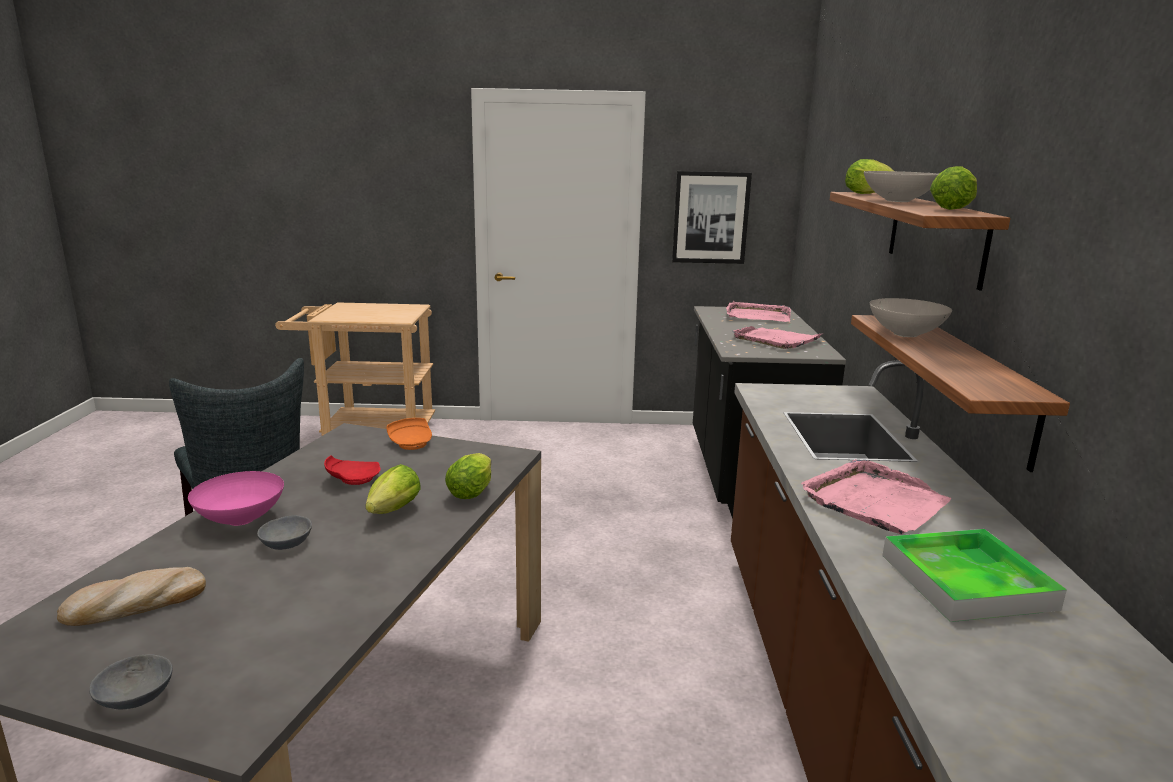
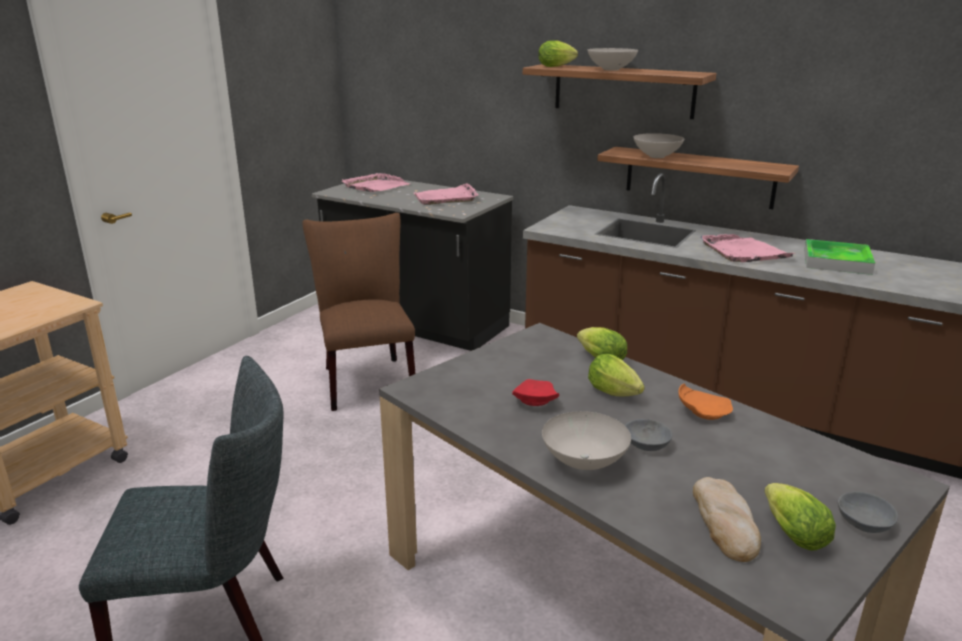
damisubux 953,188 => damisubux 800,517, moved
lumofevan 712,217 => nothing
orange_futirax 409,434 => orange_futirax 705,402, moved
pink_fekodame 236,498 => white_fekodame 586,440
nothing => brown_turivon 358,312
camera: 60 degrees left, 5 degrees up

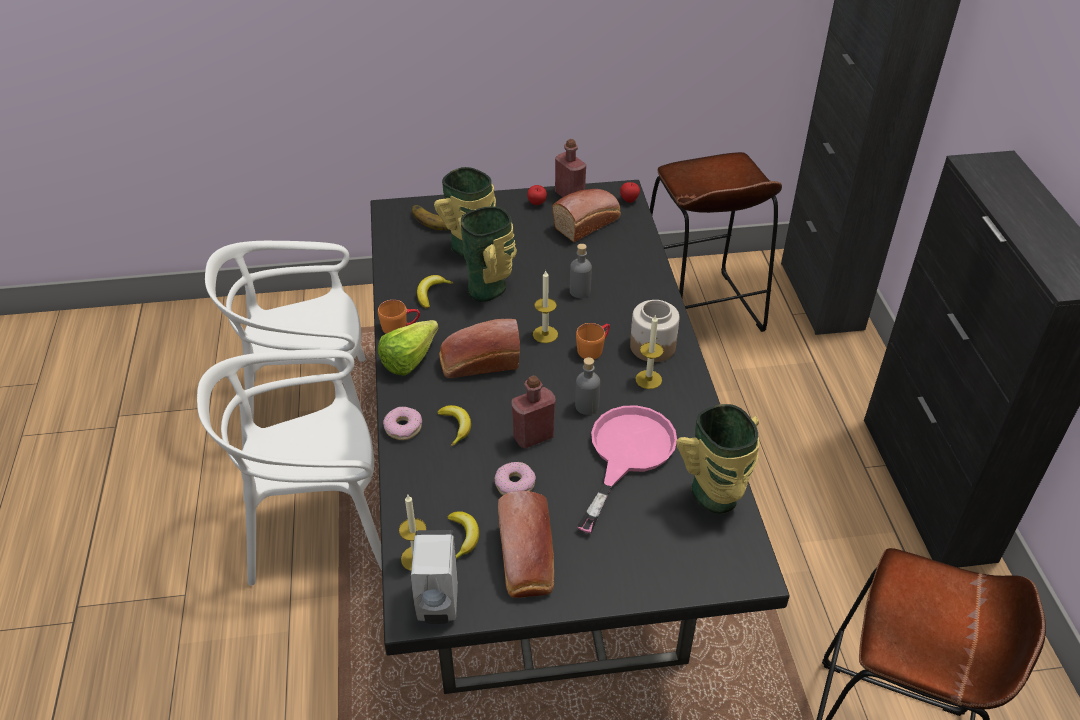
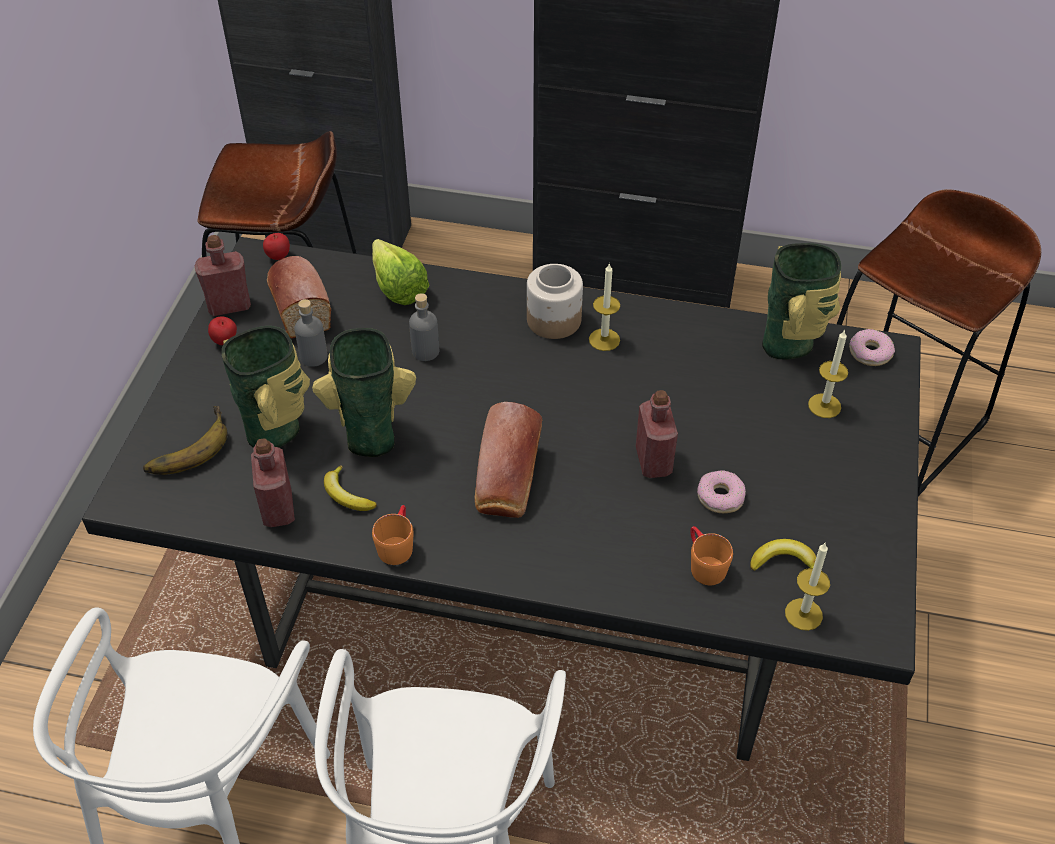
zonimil 545,307 => zonimil 828,373, moved
damisubux 408,348 => damisubux 400,272, moved
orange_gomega 593,341 => orange_gomega 711,555, moved
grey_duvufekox 587,386 => grey_duvufekox 311,333, moved
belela 454,425 => nothing
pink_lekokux 627,469 => nothing
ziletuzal 402,423 => ziletuzal 872,347, moved
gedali 526,544 => nothing
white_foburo 434,577 => nothing
nothing => red_duvufekox 273,482
camera: 70 degrees left, 5 degrees up

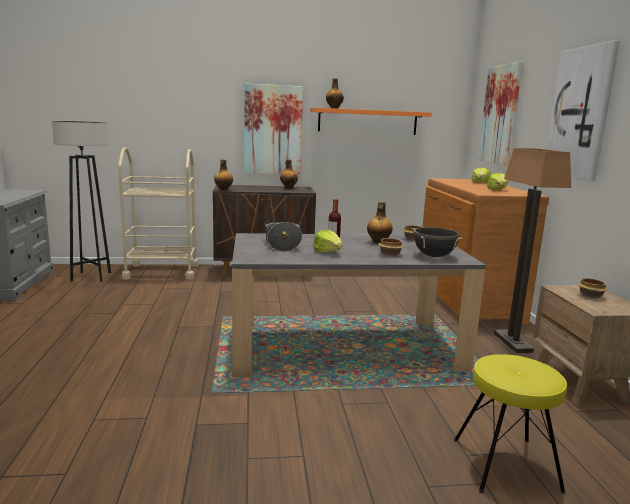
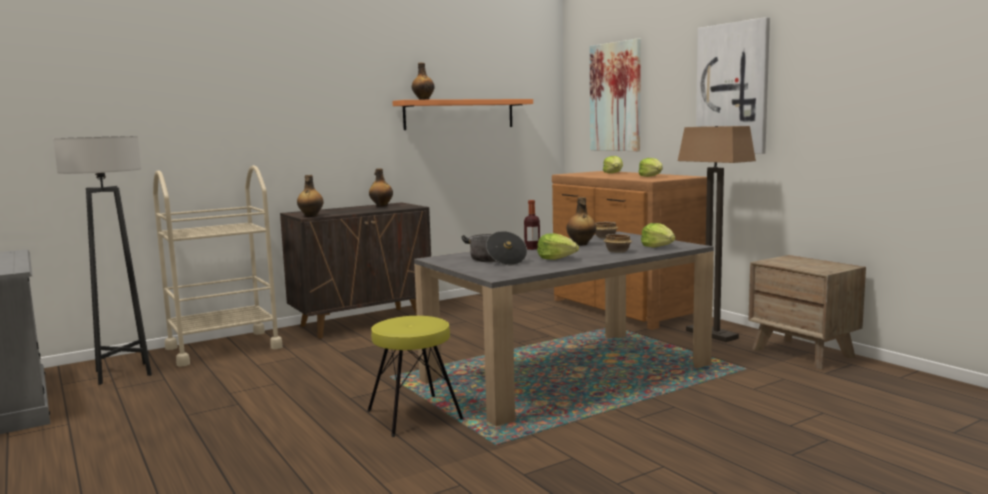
lumofevan 273,129 => nothing
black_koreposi 437,242 => damisubux 658,235
fekodame 593,288 => nothing
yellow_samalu 510,424 => yellow_samalu 415,376, moved
camera: 25 degrees left, 5 degrees down

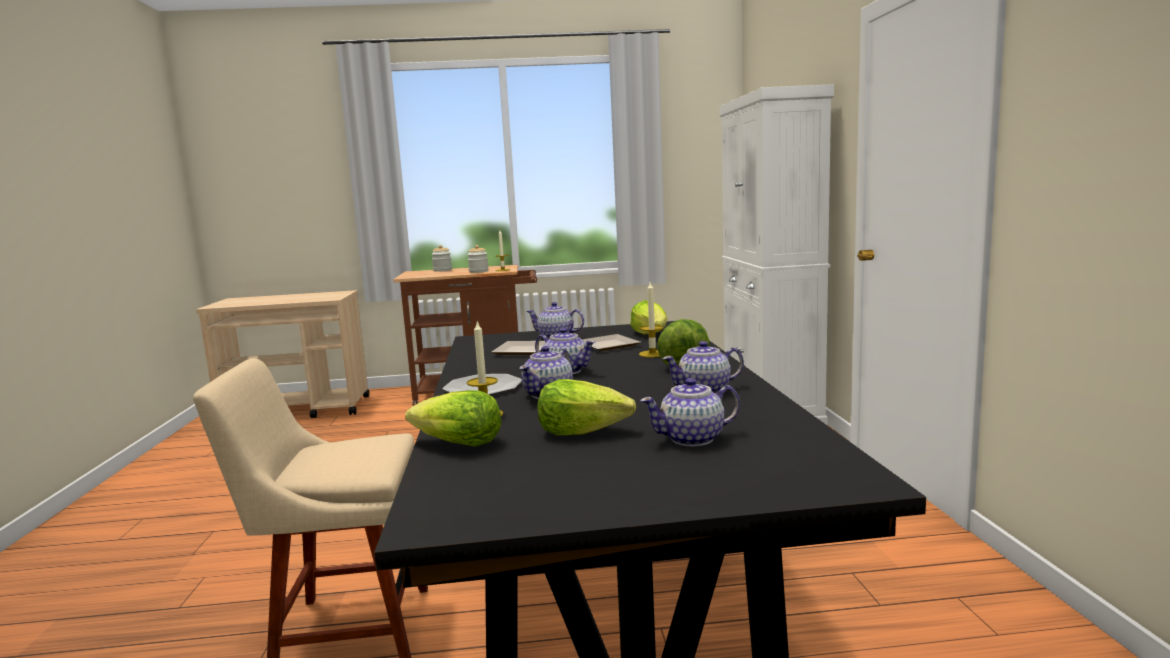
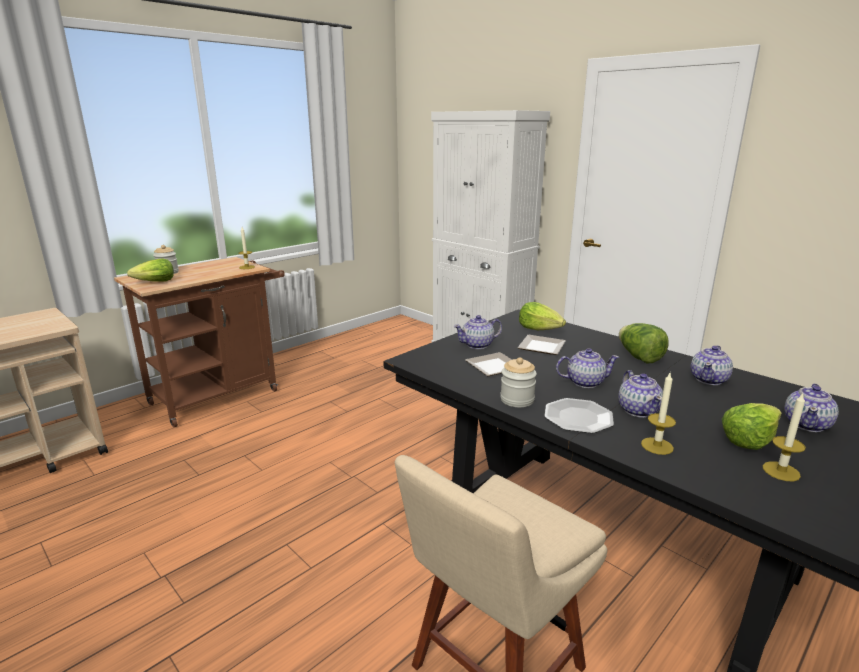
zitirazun 478,259 => zitirazun 518,382, moved
zonimil 651,319 => zonimil 784,437, moved
damisubux 453,418 => damisubux 150,270, moved
camera: 40 degrees left, 10 degrees up

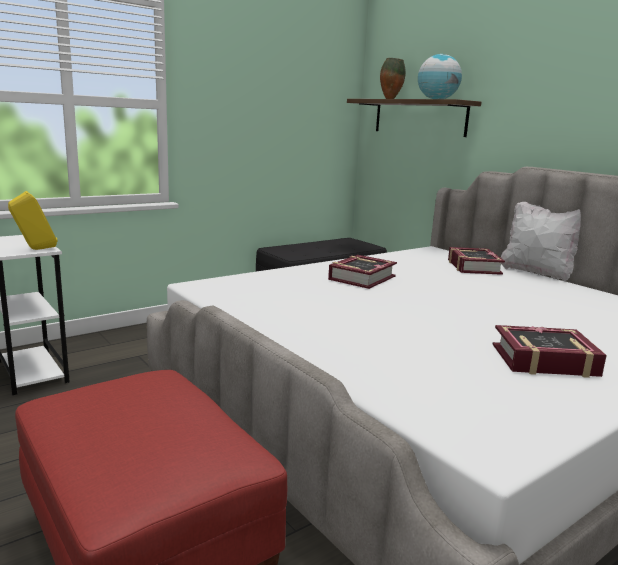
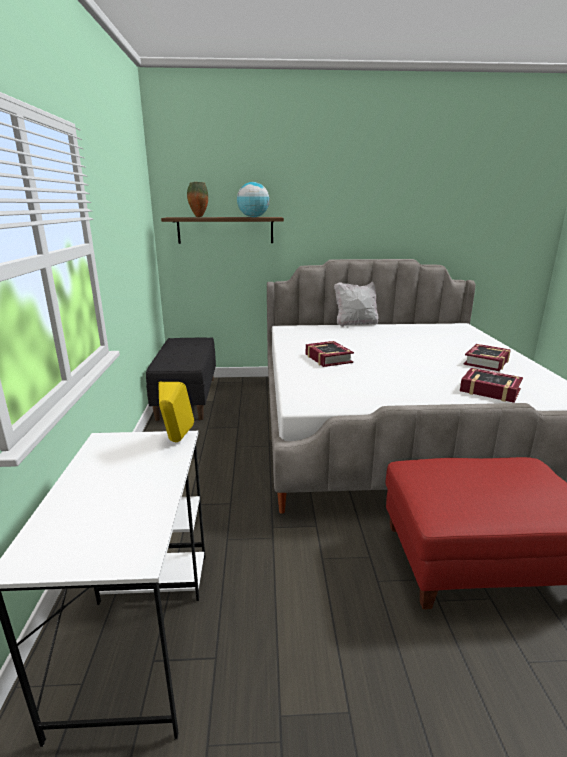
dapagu 476,261 => dapagu 491,385, moved
camera: 55 degrees left, 5 degrees up

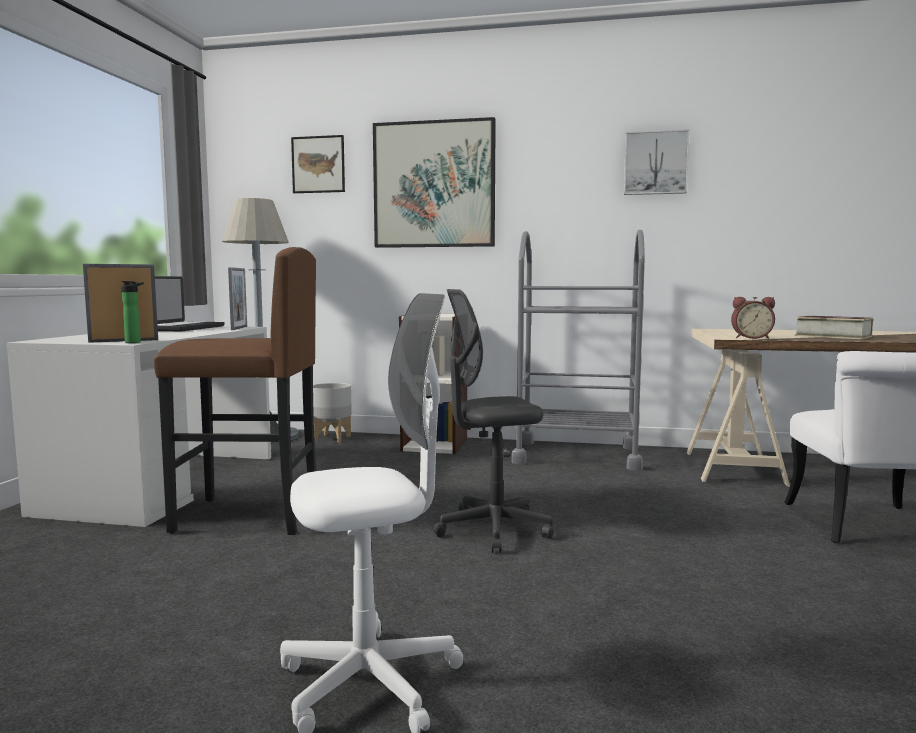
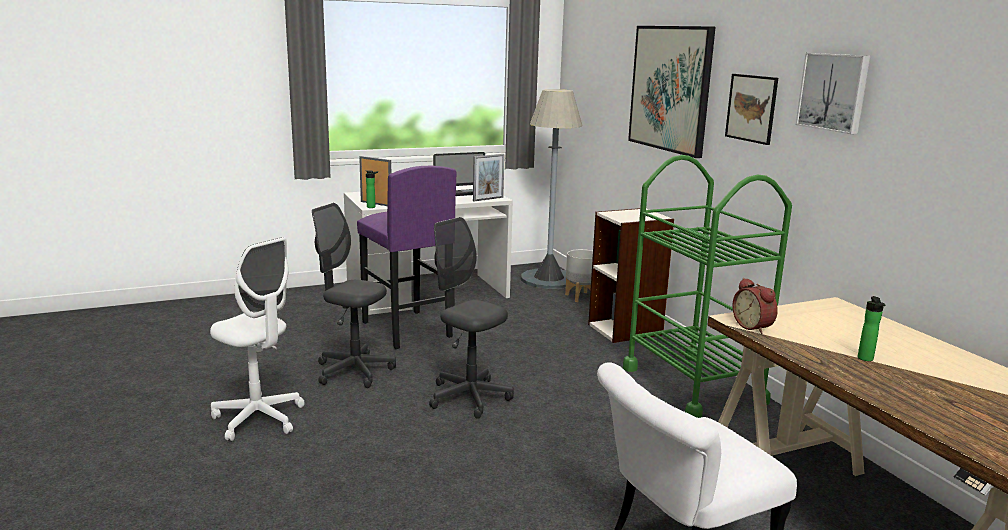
lumofevan 318,164 => lumofevan 751,109, moved
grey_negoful 578,350 => green_negoful 707,286
brown_samalu 235,391 => purple_samalu 406,257
dapagu 833,327 => duvufekox 871,328
nothing => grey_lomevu 354,295
camera: 55 degrees right, 10 degrees up

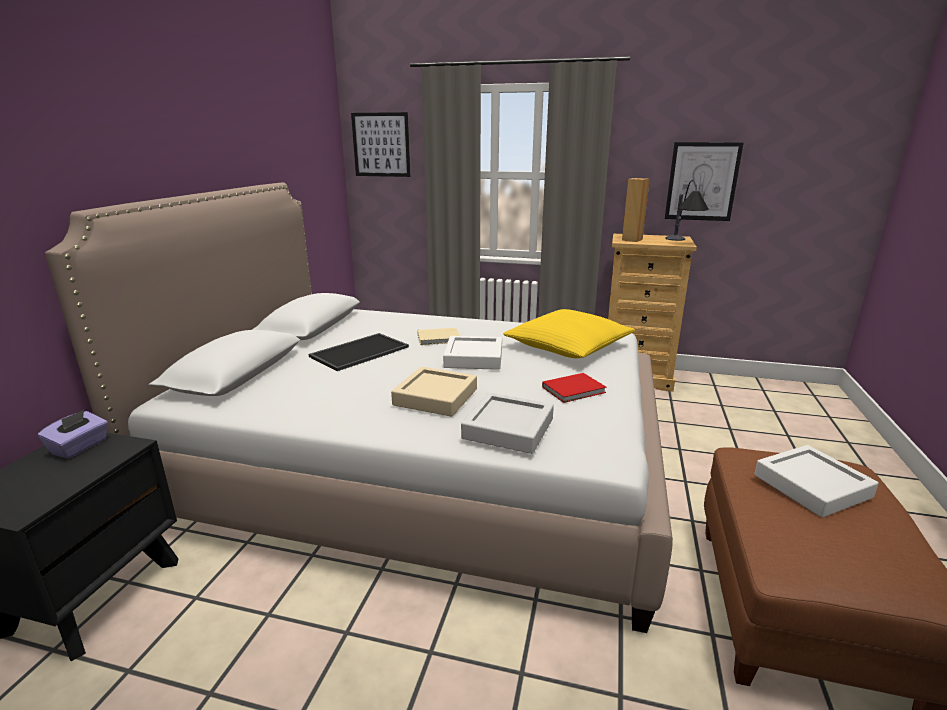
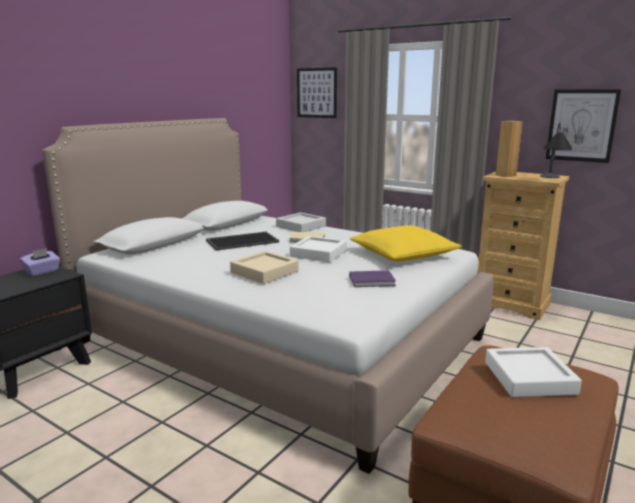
red_dapagu 574,388 => purple_dapagu 372,278
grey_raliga 507,423 => grey_raliga 301,222, moved
camera: 20 degrees right, 5 degrees down

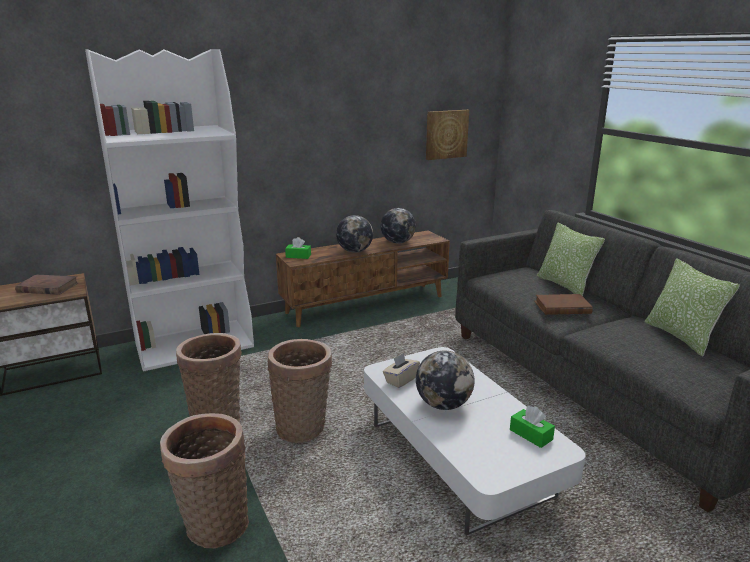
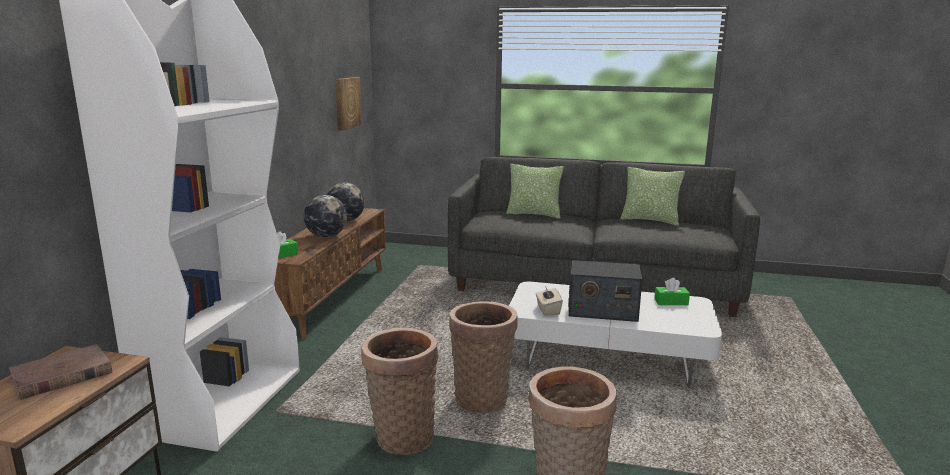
brown_dapagu 563,304 => nothing
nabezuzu 445,380 => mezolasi 605,291
camera: 50 degrees left, 5 degrees down

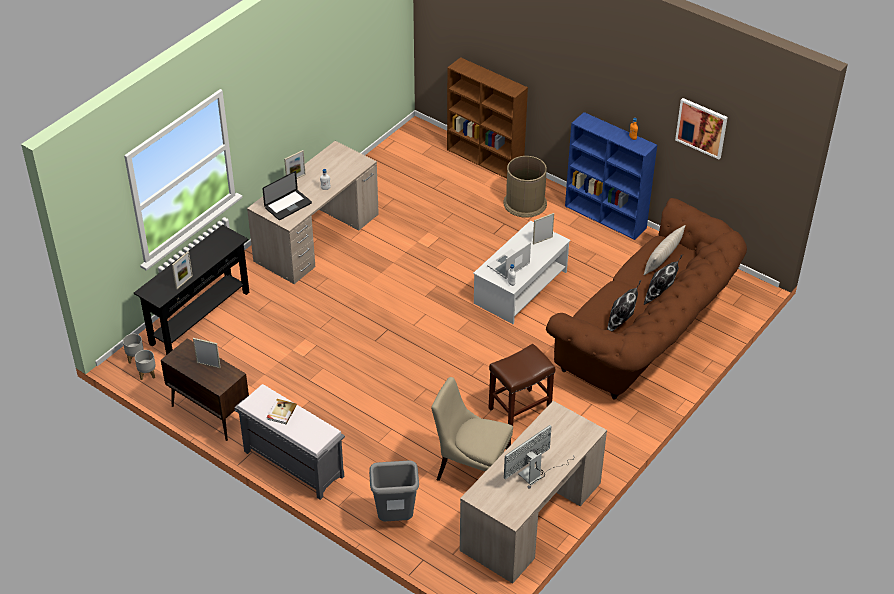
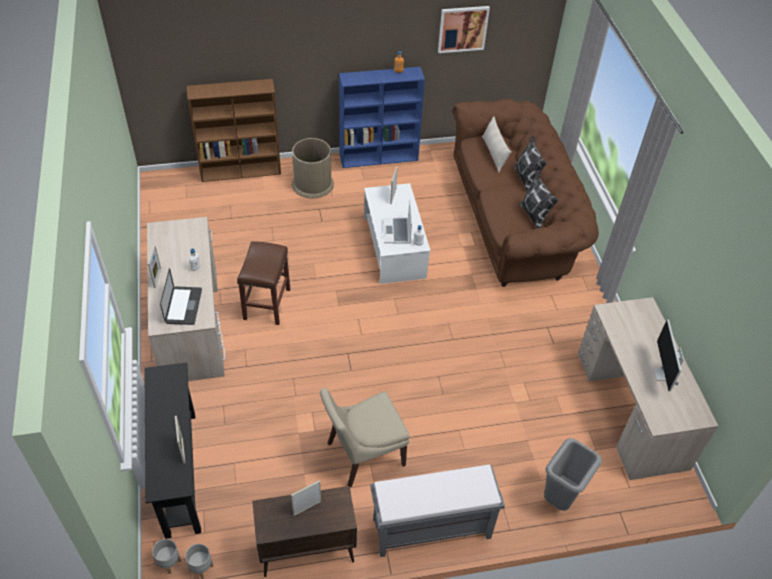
brown_samalu 522,385 => brown_samalu 263,283, moved
beige_turivon 472,429 => beige_turivon 365,437, moved
dapagu 282,411 => nothing
camera: 50 degrees left, 5 degrees up

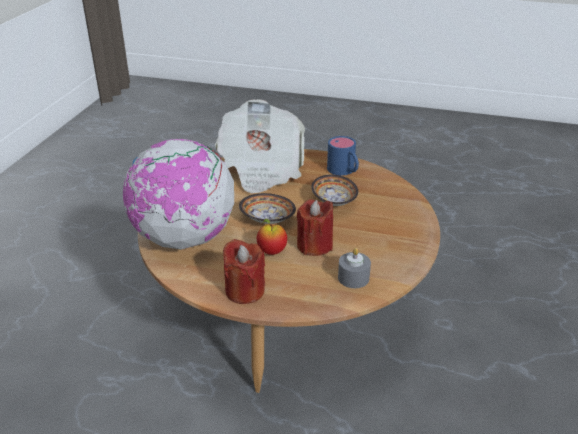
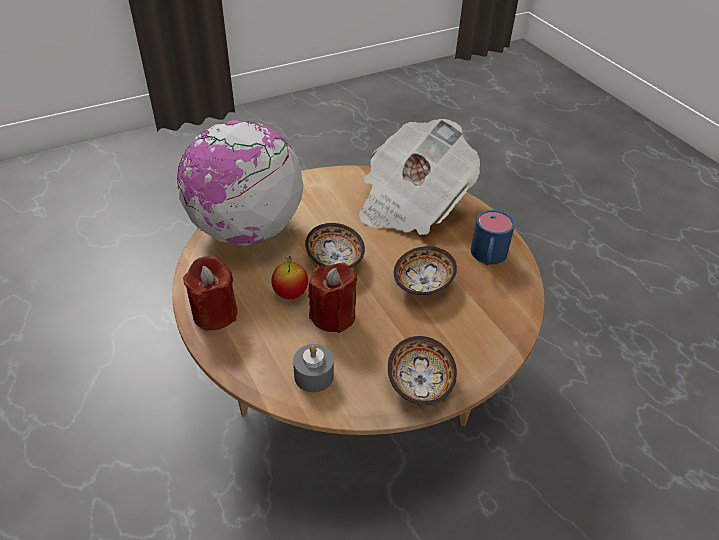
nothing => fekodame 422,370
camera: 45 degrees right, 10 degrees up

